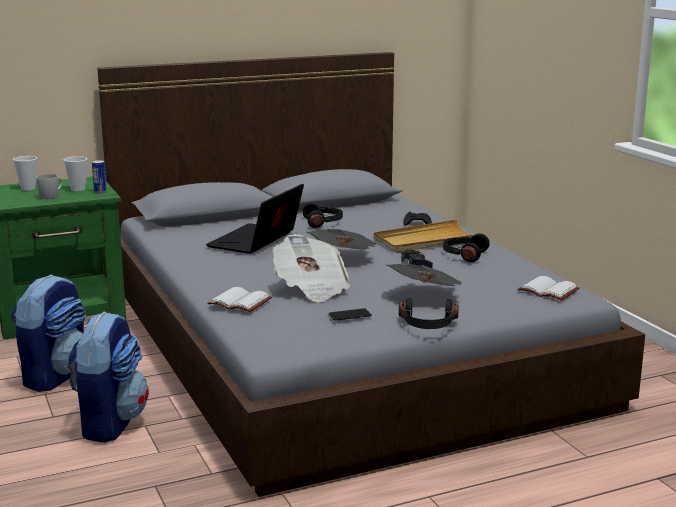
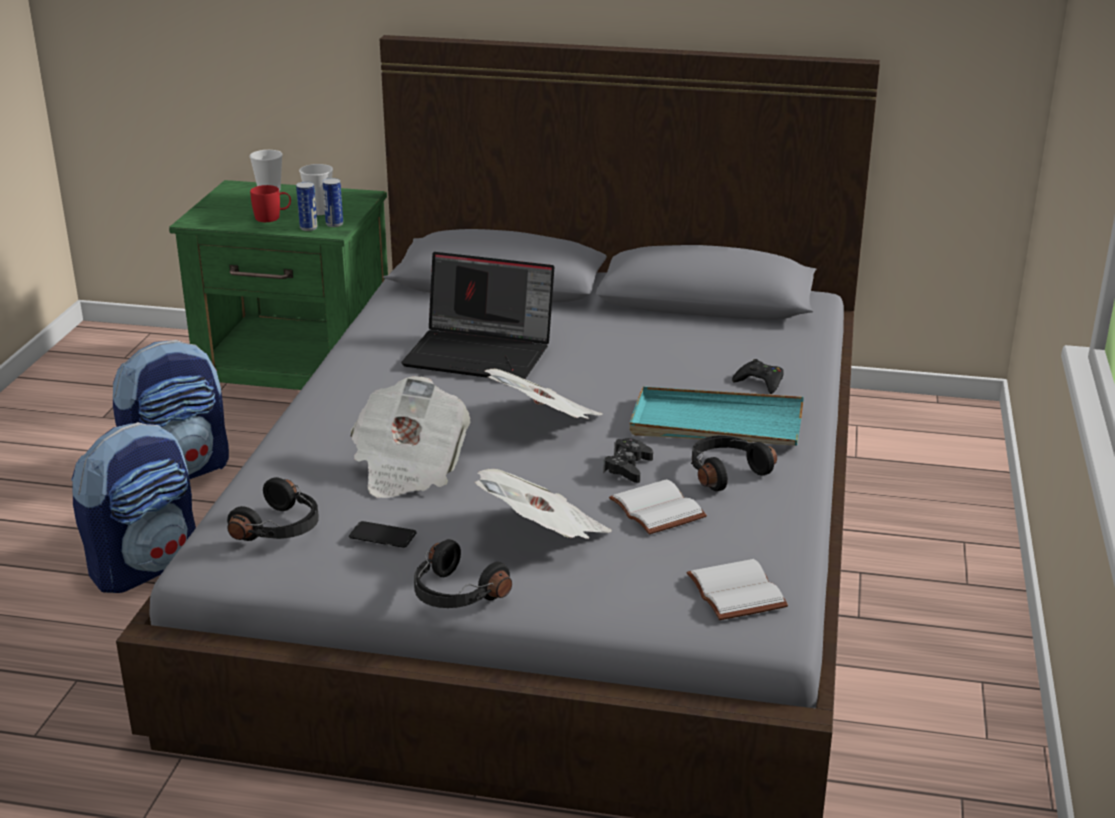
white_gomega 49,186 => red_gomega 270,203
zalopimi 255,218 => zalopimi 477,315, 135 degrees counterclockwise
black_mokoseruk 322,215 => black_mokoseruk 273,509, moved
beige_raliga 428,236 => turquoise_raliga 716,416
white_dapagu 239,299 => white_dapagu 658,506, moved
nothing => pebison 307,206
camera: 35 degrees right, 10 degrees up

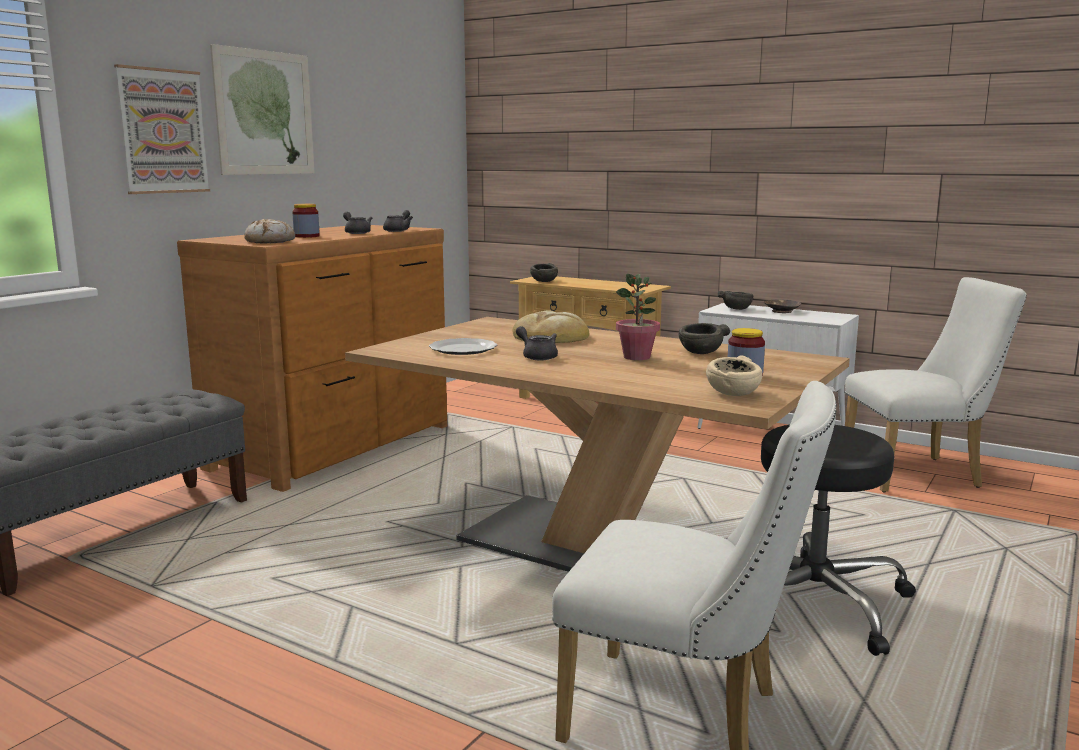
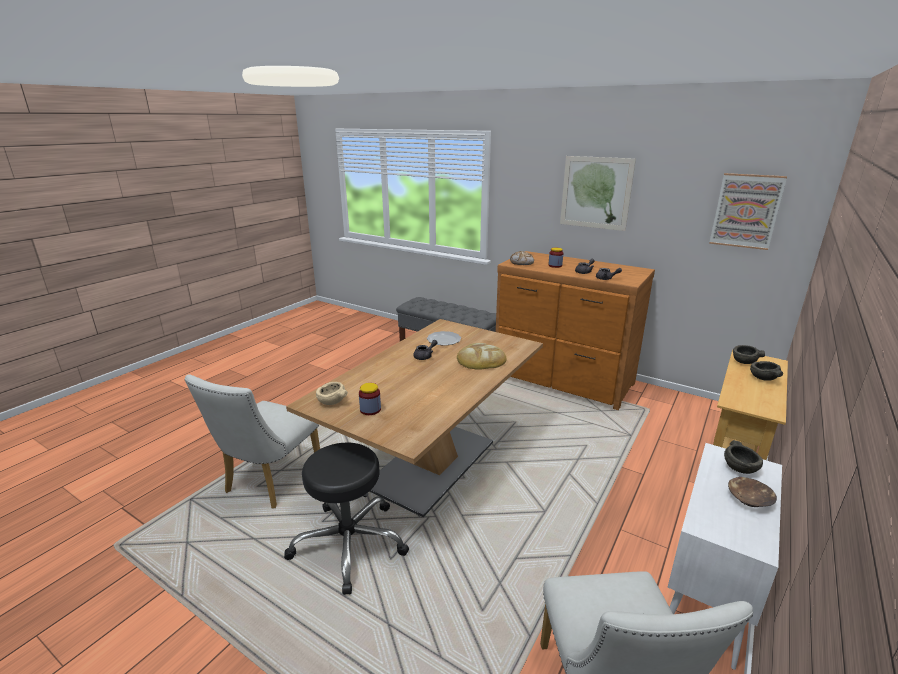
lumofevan 162,129 => lumofevan 748,211, moved
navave 638,316 => nothing
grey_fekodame 704,338 => grey_fekodame 766,371, moved
camera: 90 degrees right, 10 degrees up

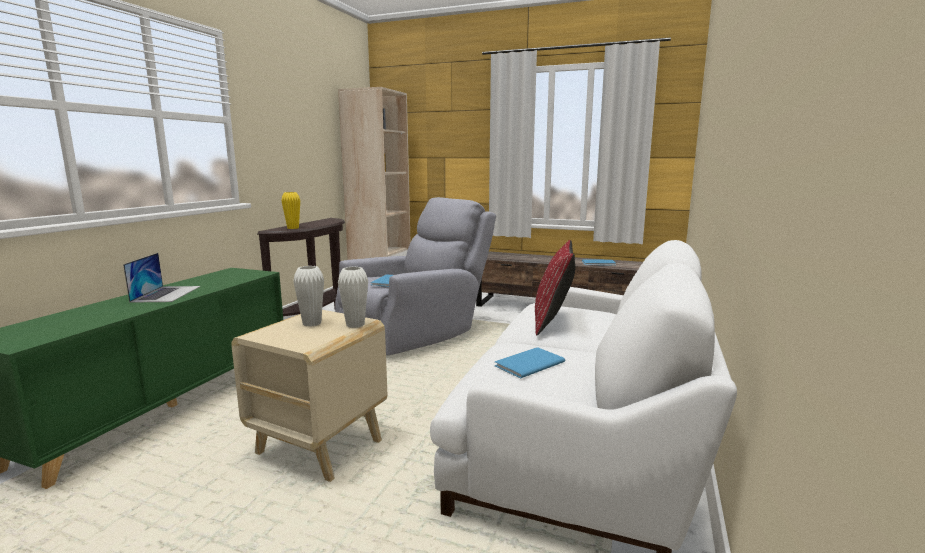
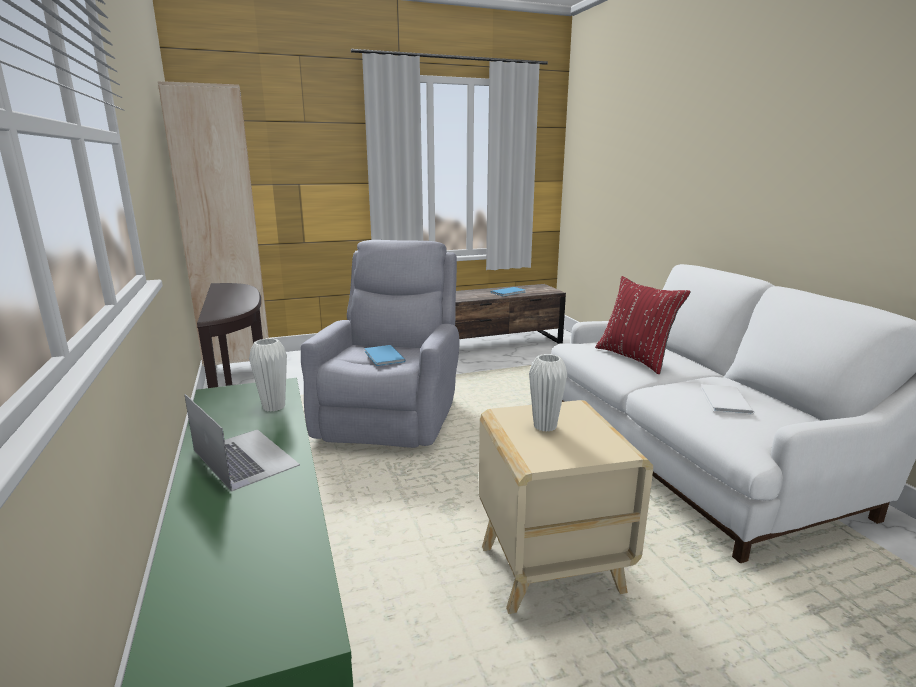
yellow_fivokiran 290,210 => nothing
white_fivokiran 353,297 => white_fivokiran 268,375, moved
blue_dapagu 530,363 => white_dapagu 727,399
camera: 40 degrees left, 5 degrees up

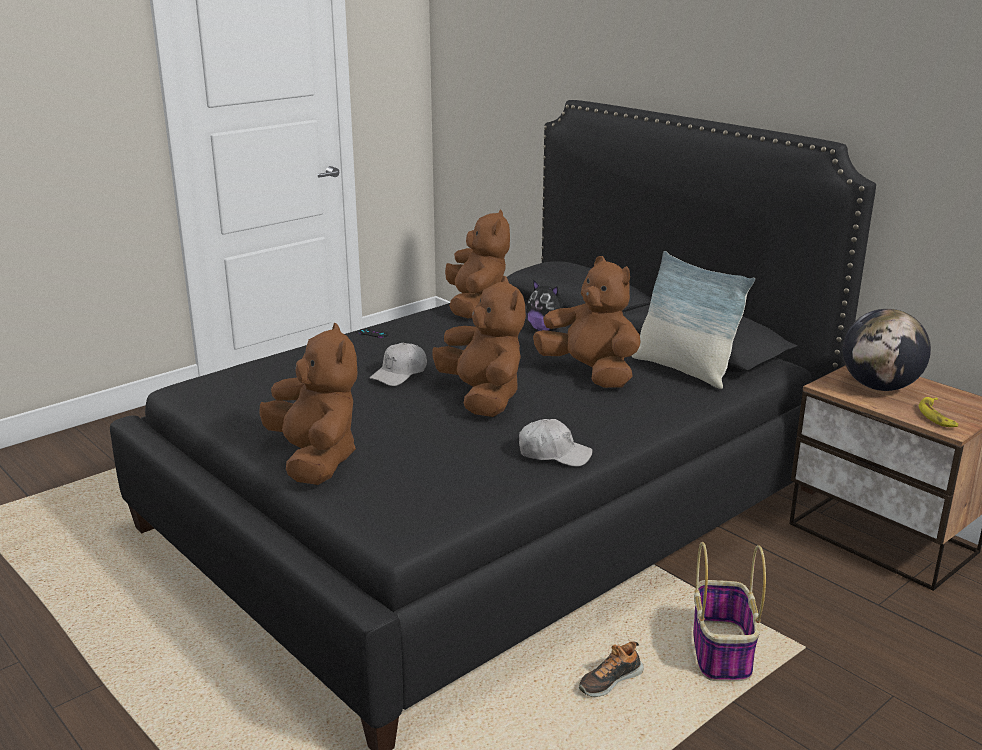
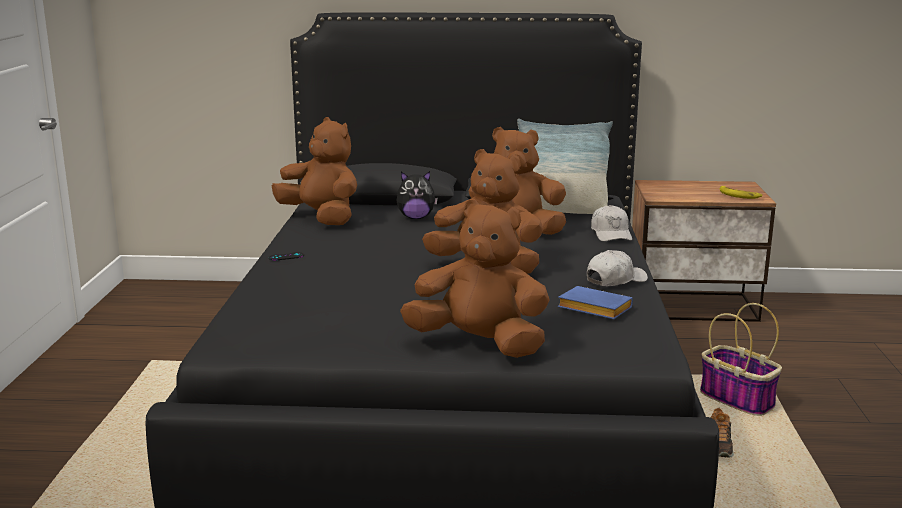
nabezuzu 886,350 => nothing
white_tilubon 398,364 => white_tilubon 611,223, moved
nothing => blue_dapagu 595,302
camera: 45 degrees left, 5 degrees down

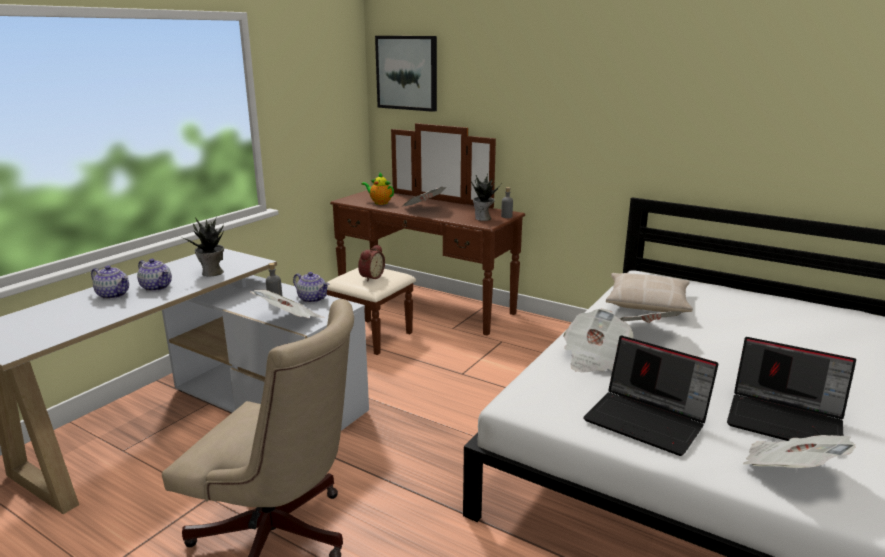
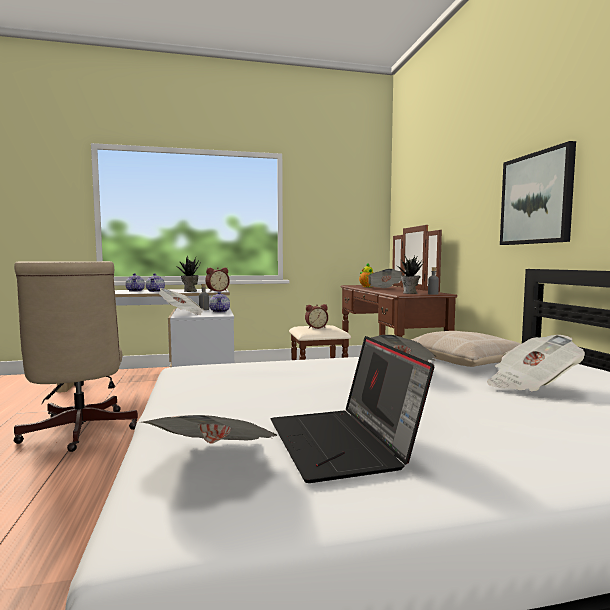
lumofevan 406,74 => lumofevan 538,193, moved
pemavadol 599,340 => pemavadol 536,363, moved
zalopimi 650,395 => nothing
nothing => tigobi 217,279
camera: 45 degrees right, 15 degrees down

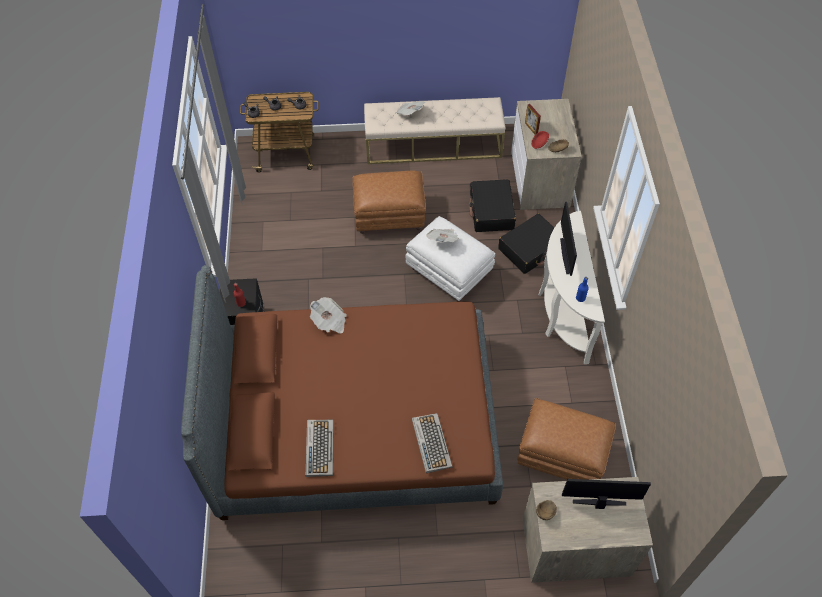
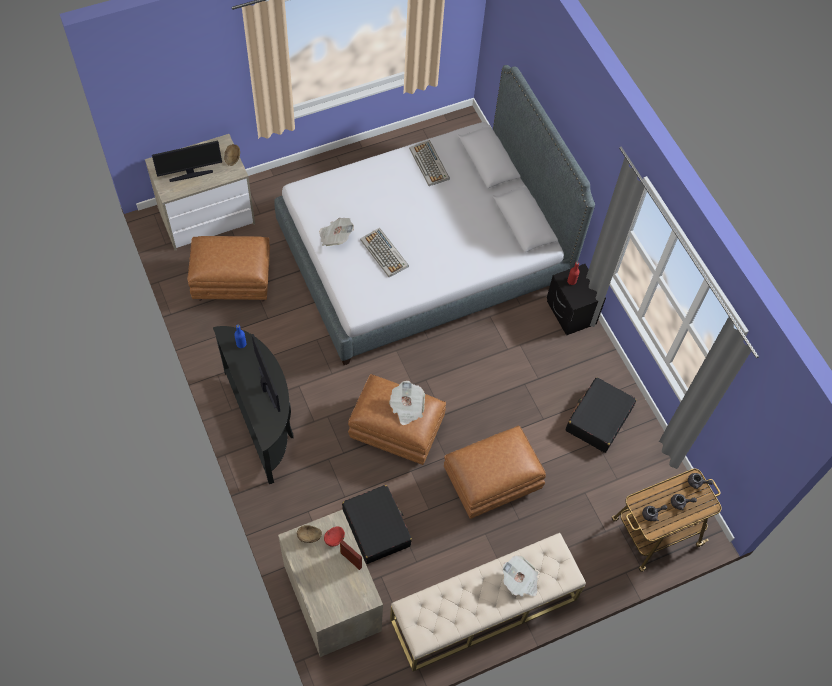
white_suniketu 572,287 => black_suniketu 253,405
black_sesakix 526,243 => black_sesakix 601,415, moved
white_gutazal 450,259 => brown_gutazal 397,419
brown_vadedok 342,392 => grey_vadedok 434,215
pemavadol 328,315 => pemavadol 336,232, moved
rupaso 432,443 => rupaso 384,252, moved
camera: 155 degrees right, 5 degrees up

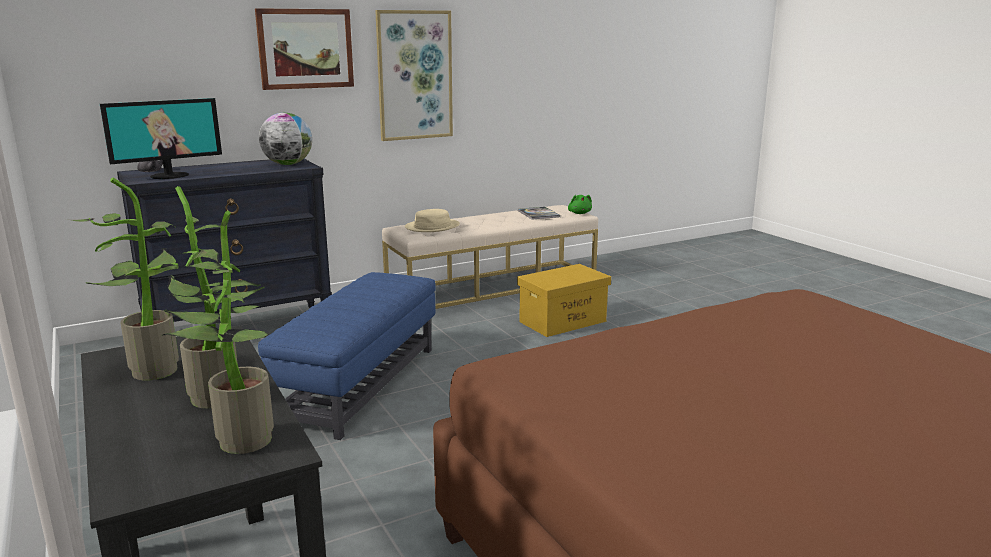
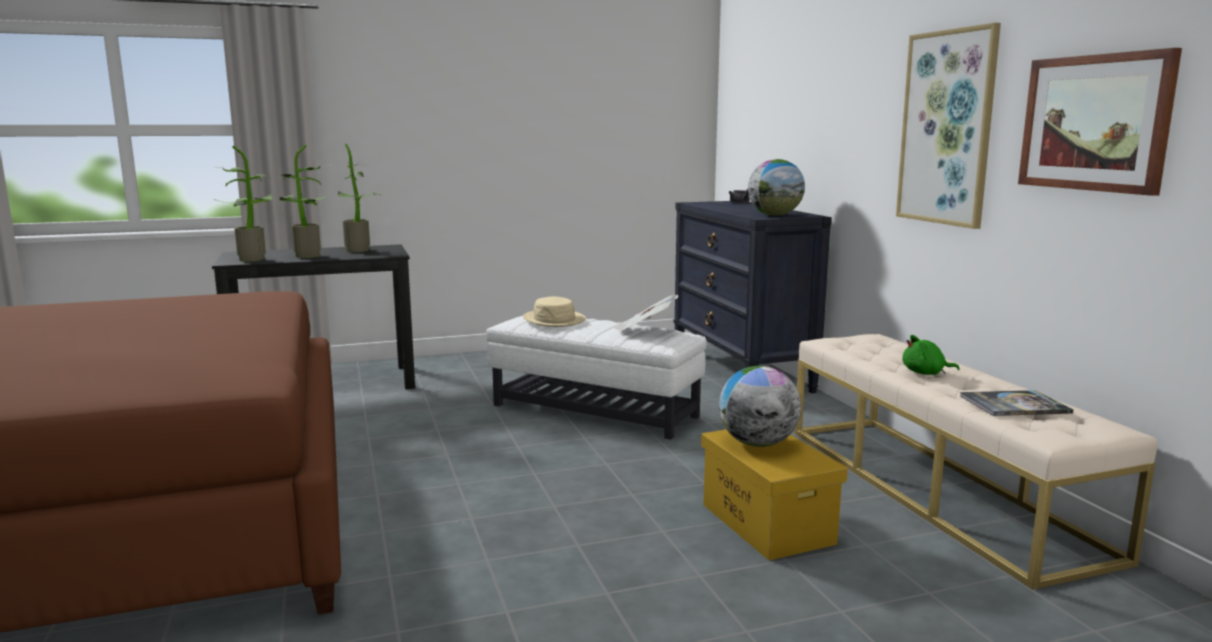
lumofevan 304,49 => lumofevan 1100,122, moved
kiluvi 161,138 => nothing
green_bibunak 580,204 => green_bibunak 930,355, moved
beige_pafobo 432,220 => beige_pafobo 554,311, moved
blue_gutazal 347,356 => white_gutazal 596,378
nothing => pemavadol 646,313
nothing => nabezuzu 760,406
camera: 100 degrees right, 5 degrees down

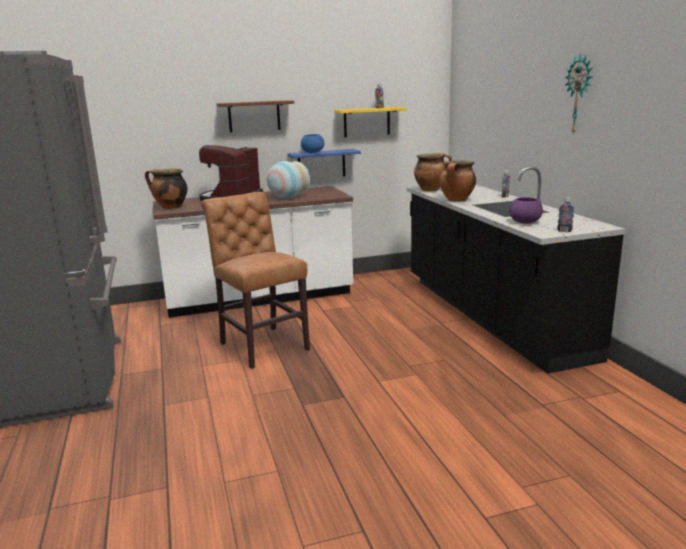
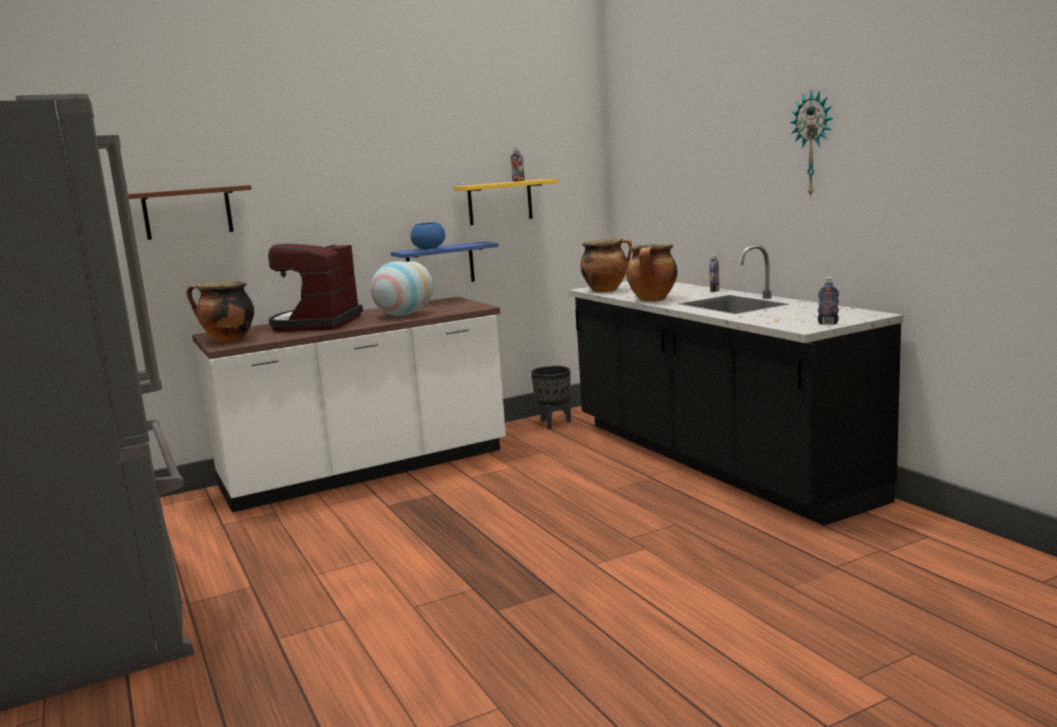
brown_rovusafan 255,116 => brown_rovusafan 189,212, moved
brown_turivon 255,280 => nothing
purple_fekodame 526,210 => nothing
nothing => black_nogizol 551,397
camera: 10 degrees left, 5 degrees down

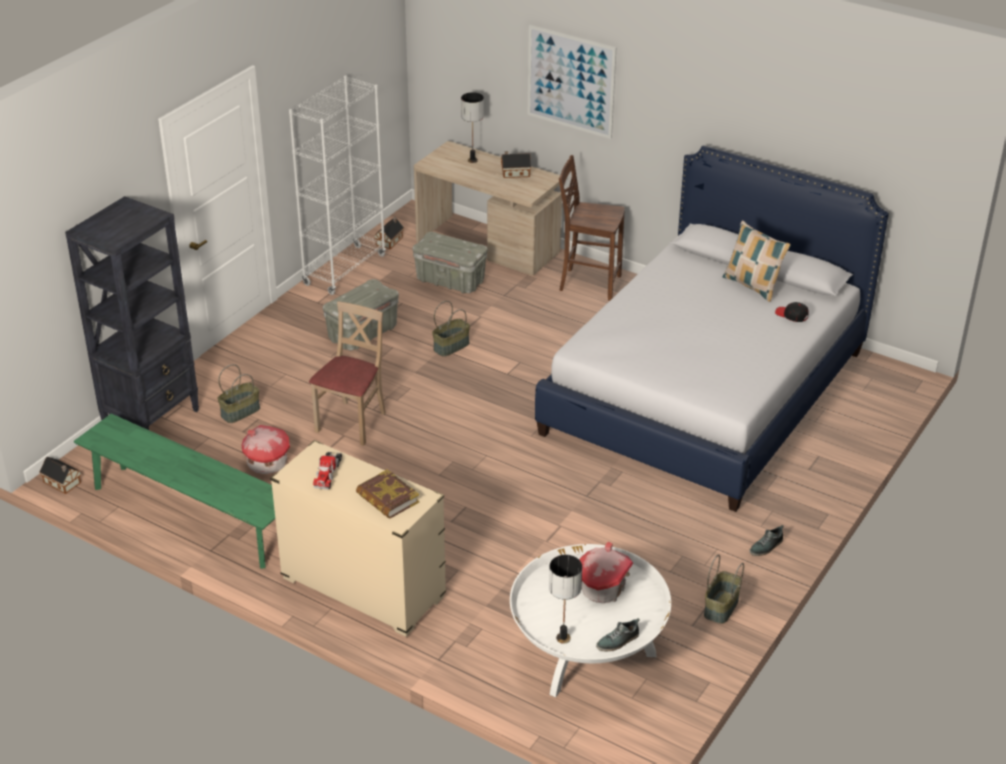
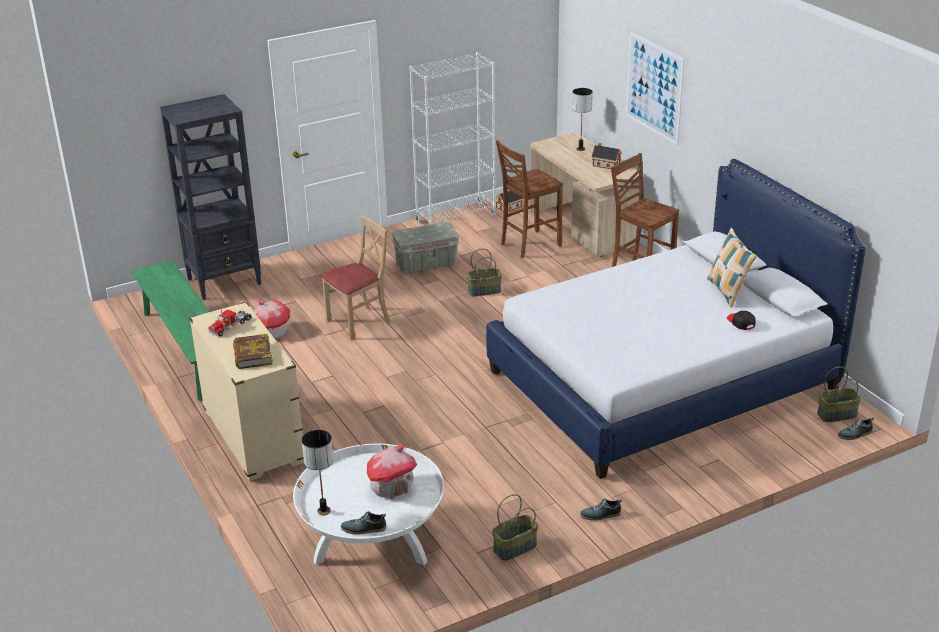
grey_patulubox 450,263 => brown_turivon 529,199
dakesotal 239,393 => dakesotal 839,394, moved
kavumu 60,475 => nothing
nothing => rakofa 856,429
camera: 30 degrees right, 5 degrees down

